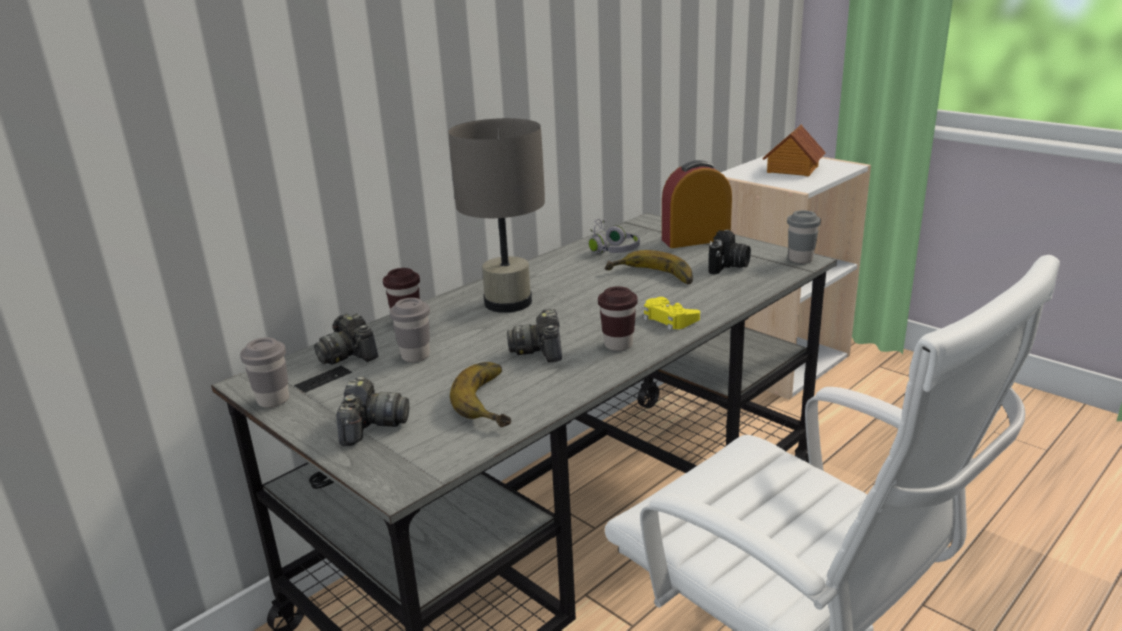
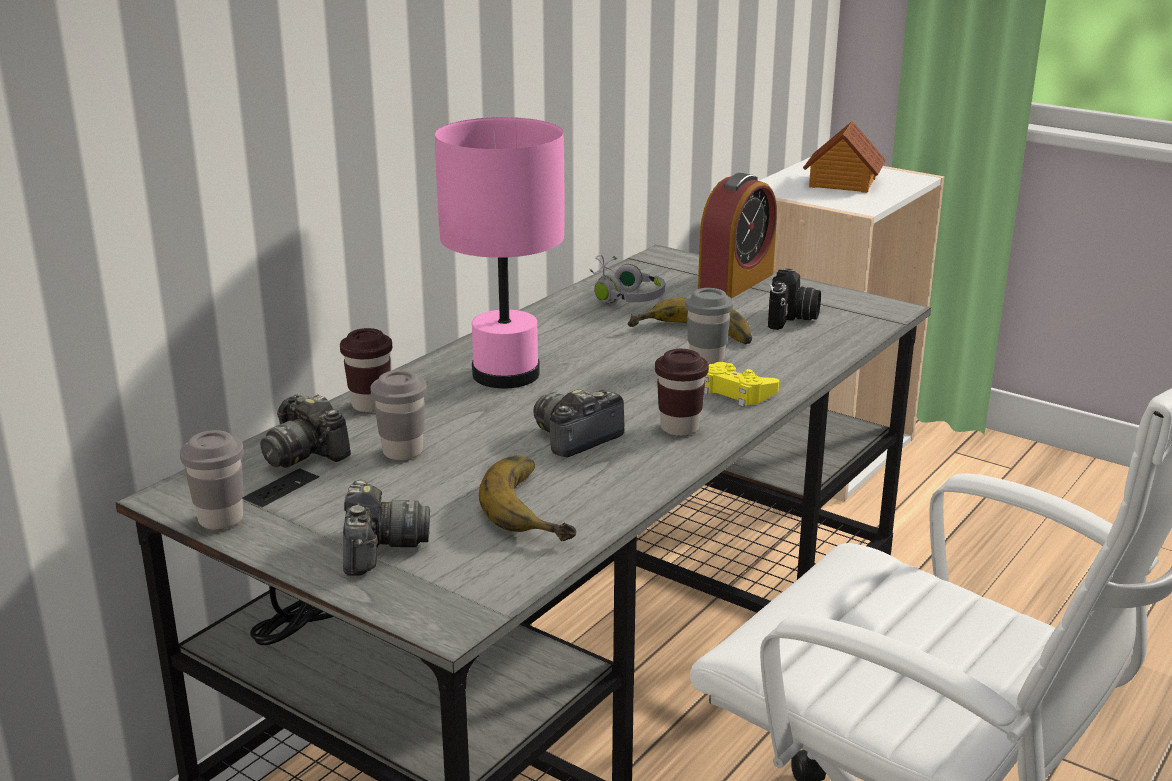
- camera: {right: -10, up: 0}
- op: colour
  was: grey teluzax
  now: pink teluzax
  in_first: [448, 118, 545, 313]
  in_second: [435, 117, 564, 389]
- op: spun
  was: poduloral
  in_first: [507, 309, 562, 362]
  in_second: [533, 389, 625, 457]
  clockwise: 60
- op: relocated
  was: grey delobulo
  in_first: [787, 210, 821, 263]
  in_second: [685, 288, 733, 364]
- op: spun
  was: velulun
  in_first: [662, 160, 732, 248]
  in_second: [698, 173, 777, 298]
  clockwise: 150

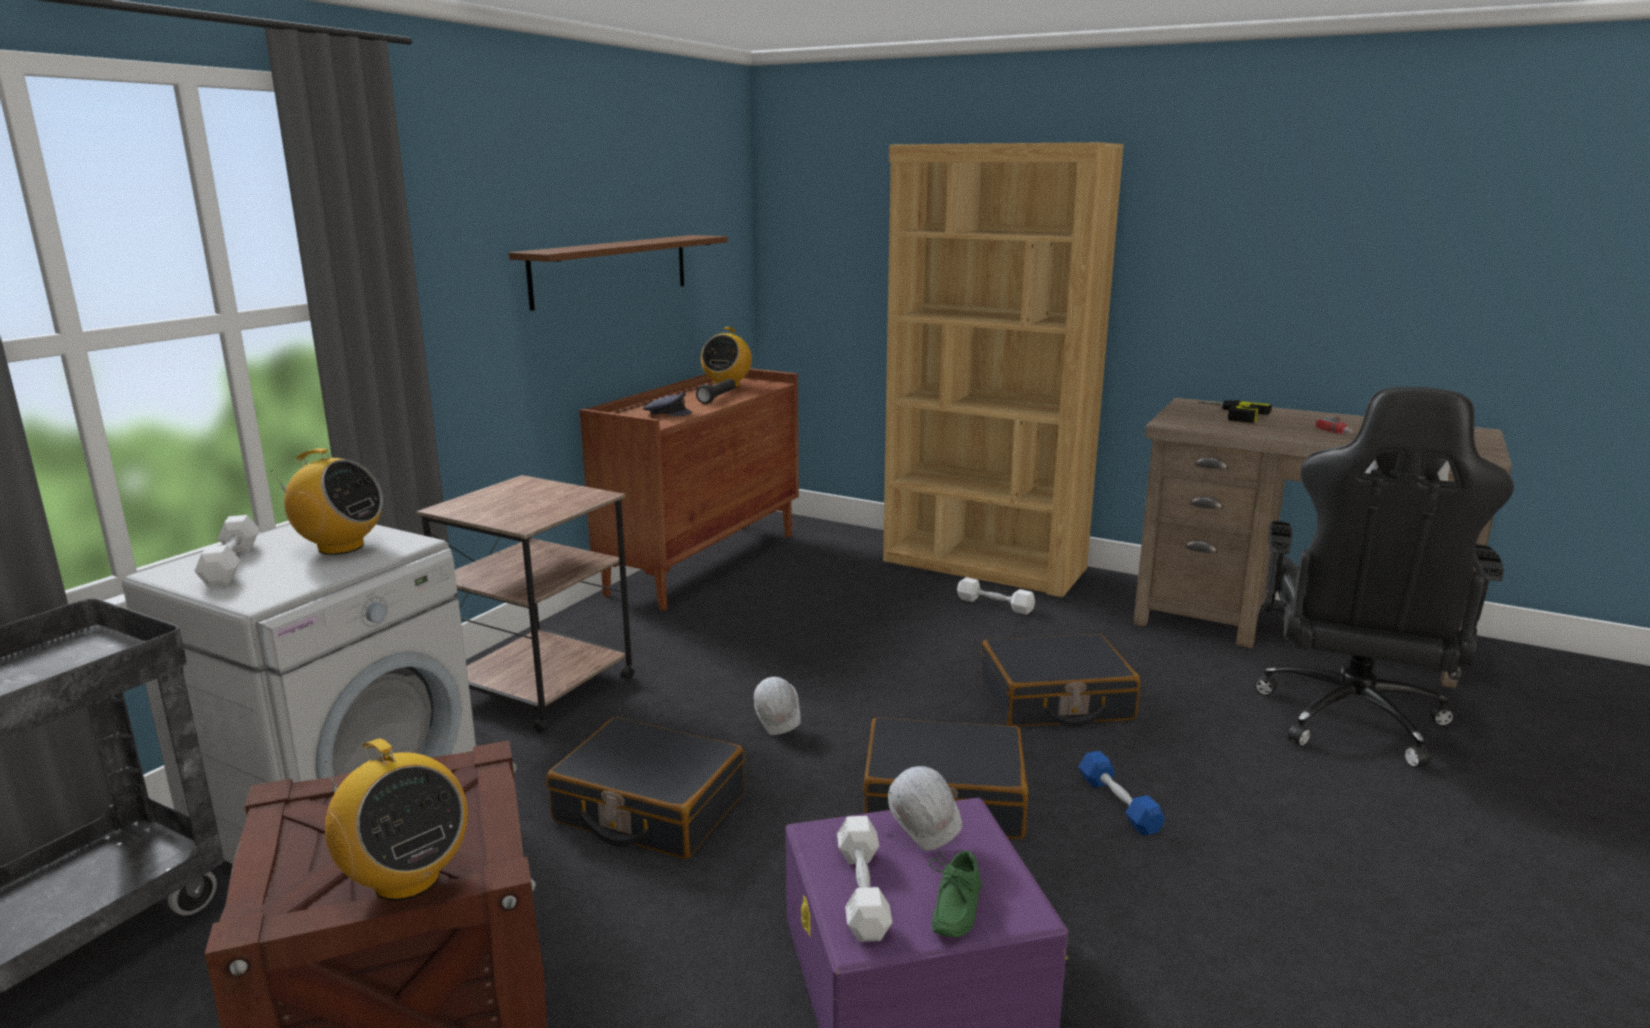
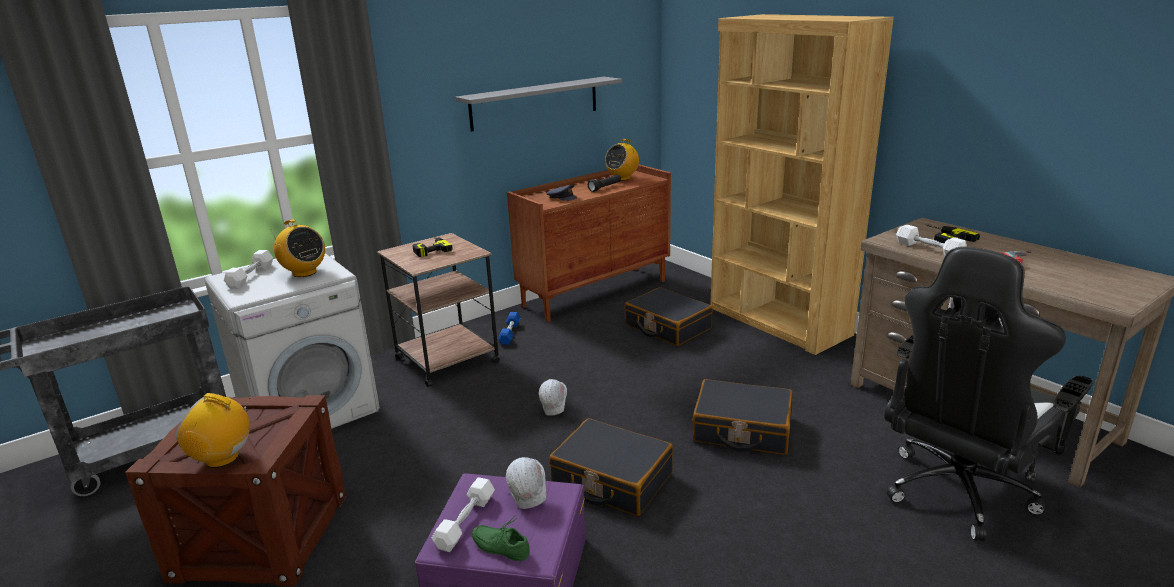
- camera: {right: 25, up: 5}
- op: spun
  was: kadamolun
  in_first: [325, 739, 468, 901]
  in_second: [176, 393, 251, 468]
  clockwise: 120
- op: appeared
  now: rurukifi
  in_second: [413, 235, 453, 257]
- op: colour
  was: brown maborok
  now: grey maborok
  in_first: [509, 235, 728, 311]
  in_second: [455, 77, 622, 132]
- op: spun
  was: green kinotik
  in_first: [929, 849, 983, 938]
  in_second: [472, 516, 530, 561]
  clockwise: 75
- op: relocated
  was: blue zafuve
  in_first: [1079, 751, 1165, 836]
  in_second: [498, 312, 521, 345]
- op: relocated
  was: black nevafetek
  in_first: [546, 717, 745, 859]
  in_second: [625, 287, 713, 346]
- op: relocated
  was: white zafuve
  in_first: [957, 577, 1035, 615]
  in_second: [896, 225, 967, 255]

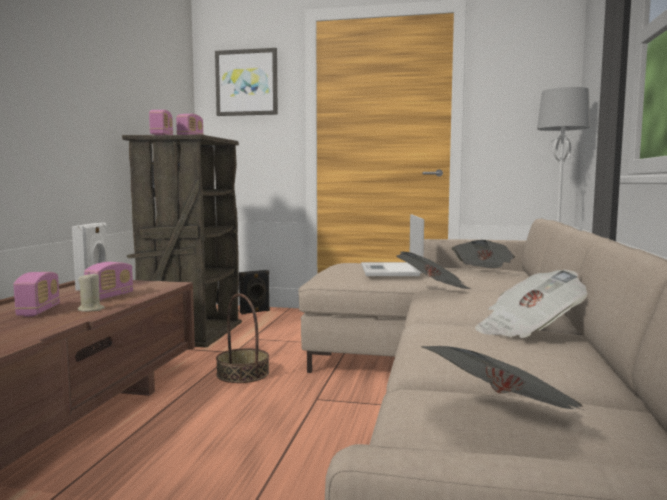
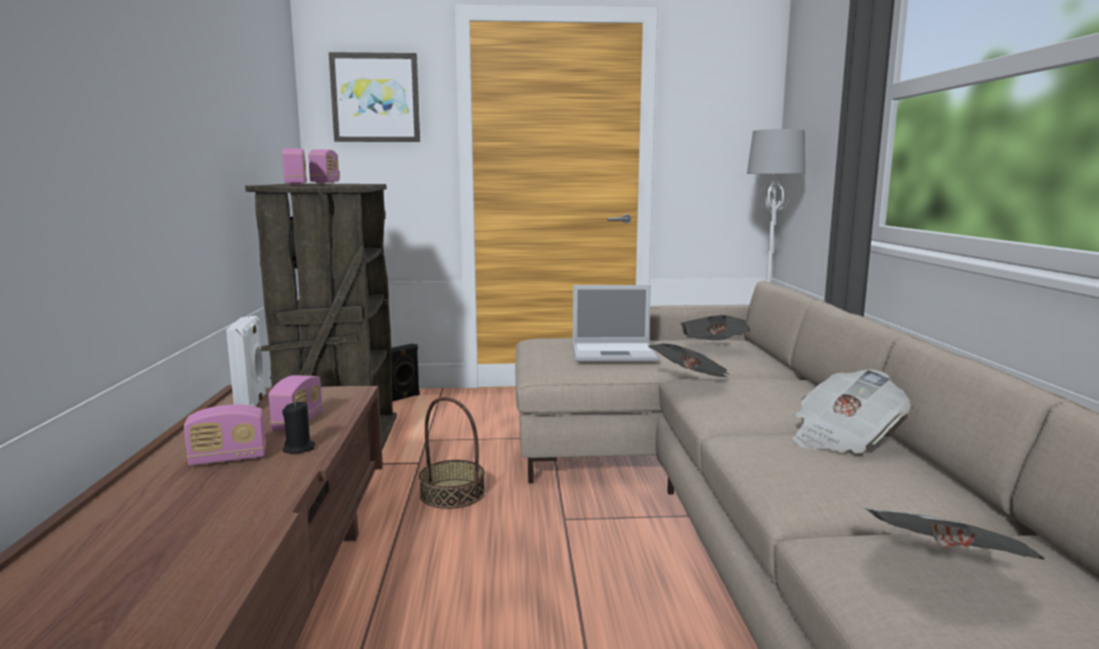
- camera: {right: -15, up: 5}
- op: spun
  was: kadamolun
  in_first: [13, 272, 60, 317]
  in_second: [184, 405, 266, 466]
  clockwise: 90
- op: colour
  was: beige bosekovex
  now: black bosekovex
  in_first: [78, 273, 105, 312]
  in_second: [282, 401, 315, 454]
- op: spun
  was: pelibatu
  in_first: [361, 214, 424, 276]
  in_second: [573, 285, 658, 361]
  clockwise: -75

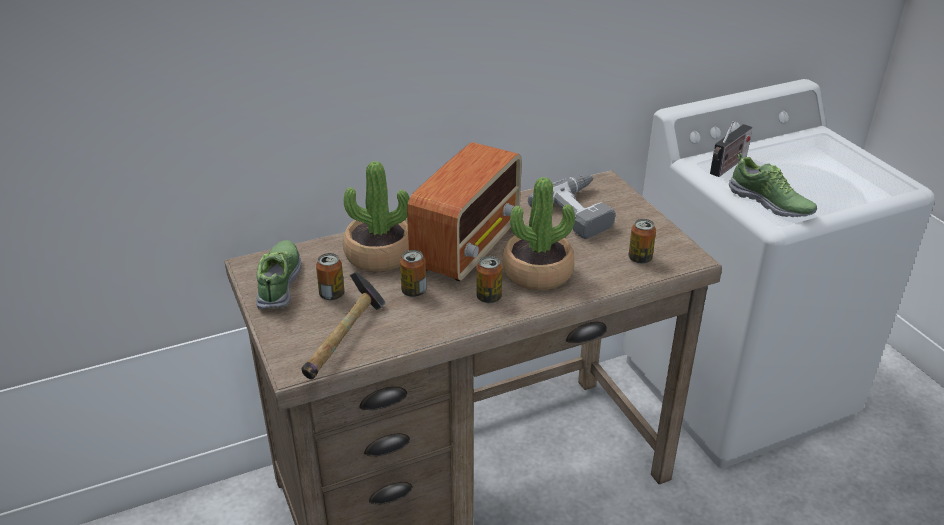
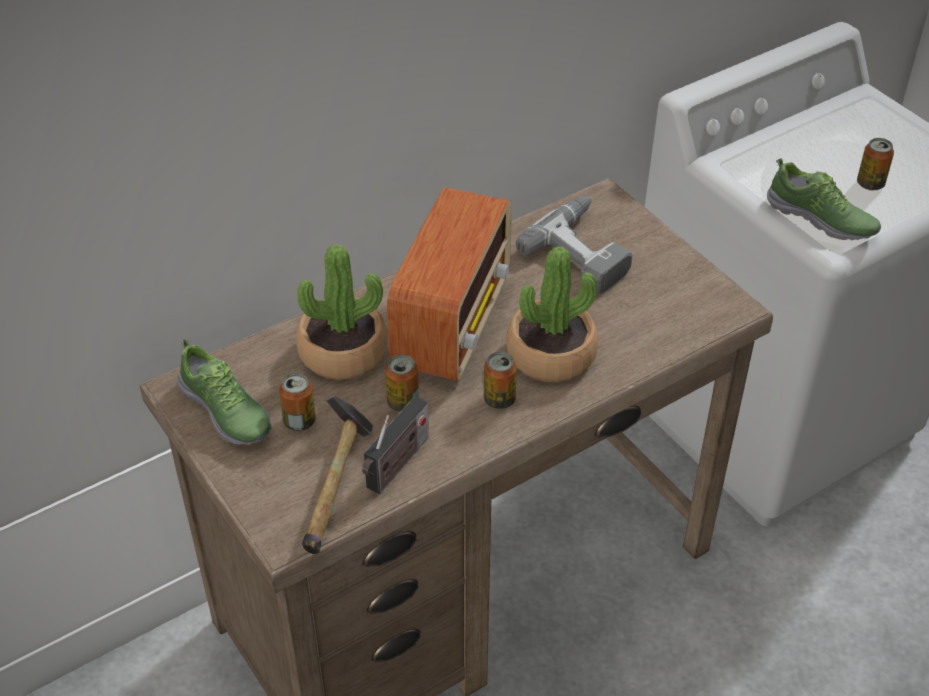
- camera: {right: -10, up: 10}
- op: spun
  was: kinotik
  in_first: [256, 240, 301, 309]
  in_second: [177, 339, 272, 445]
  clockwise: 150
- op: relocated
  was: kadamolun
  in_first: [710, 121, 753, 177]
  in_second: [362, 396, 429, 494]
- op: relocated
  was: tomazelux
  in_first: [628, 219, 656, 264]
  in_second: [857, 138, 894, 190]

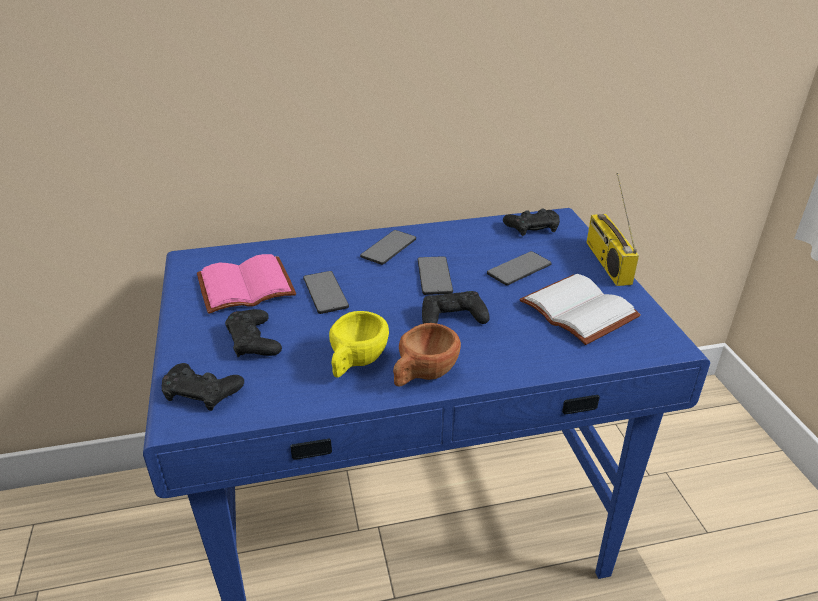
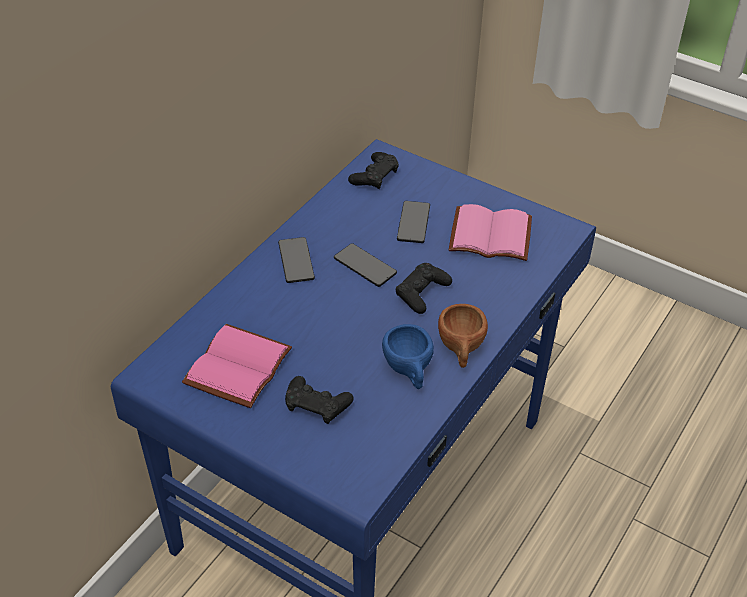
- camera: {right: -45, up: 10}
- op: colour
  was: yellow delobulo
  now: blue delobulo
  in_first: [329, 311, 389, 378]
  in_second: [382, 324, 434, 389]
- op: colour
  was: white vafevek
  now: pink vafevek
  in_first: [519, 274, 641, 345]
  in_second: [449, 204, 532, 261]
- op: missing
  was: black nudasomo
  in_first: [162, 363, 244, 411]
- op: missing
  was: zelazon
  in_first: [303, 271, 349, 314]
- op: missing
  was: kadamolun
  in_first: [586, 173, 639, 286]

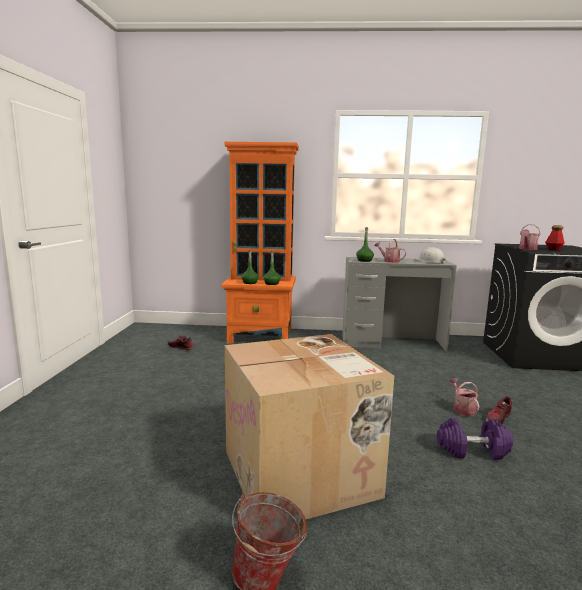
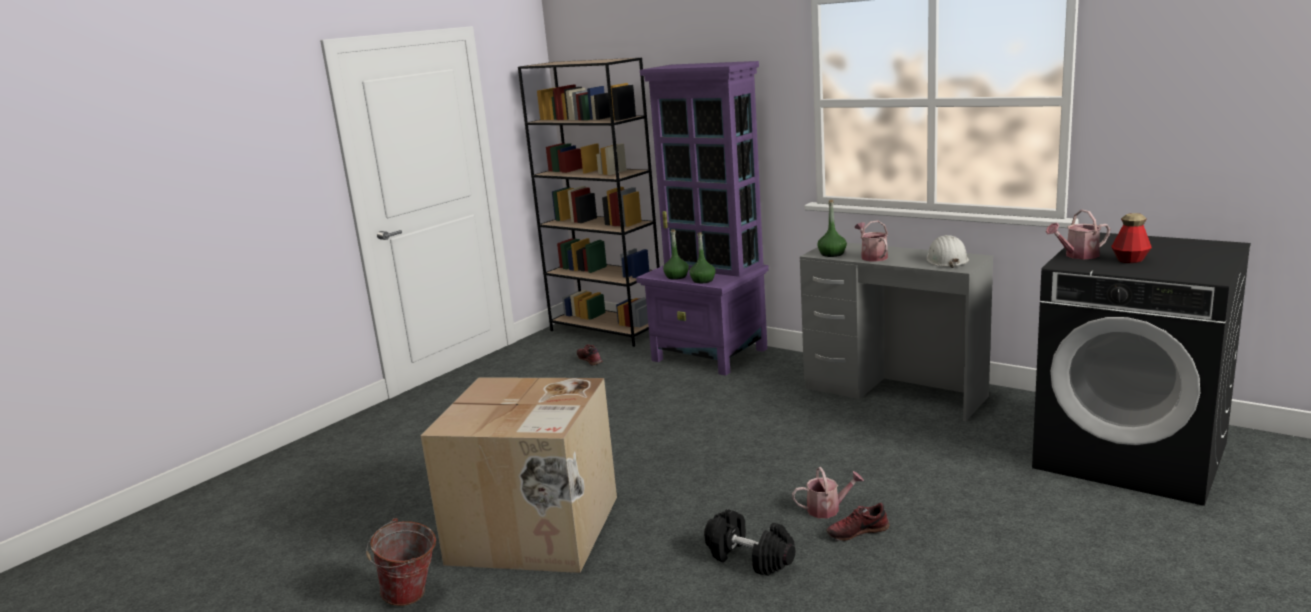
- camera: {right: 35, up: 5}
- op: appeared
  now: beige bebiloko
  in_second: [518, 58, 660, 347]
- op: colour
  was: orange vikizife
  now: purple vikizife
  in_first: [221, 142, 299, 344]
  in_second: [636, 61, 769, 376]
- op: colour
  was: purple zafuve
  now: black zafuve
  in_first: [437, 418, 513, 460]
  in_second: [704, 509, 796, 576]
- op: spun
  was: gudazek
  in_first: [449, 378, 479, 416]
  in_second: [792, 467, 864, 518]
  clockwise: 60

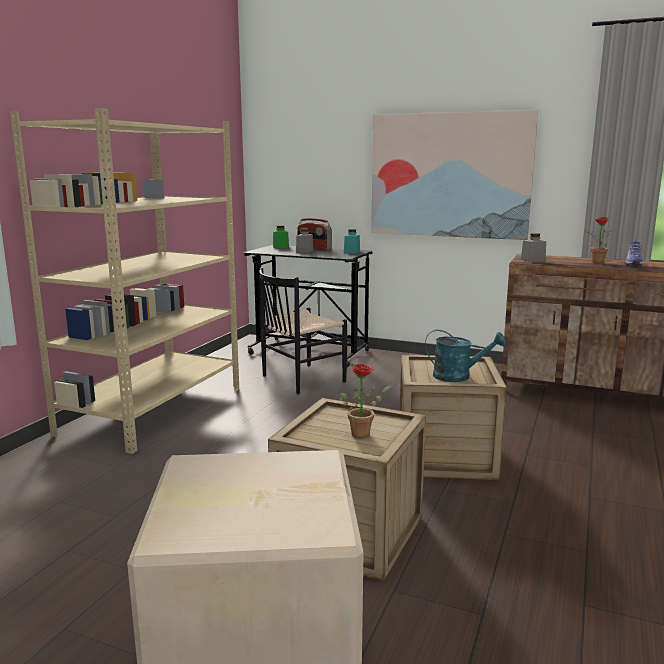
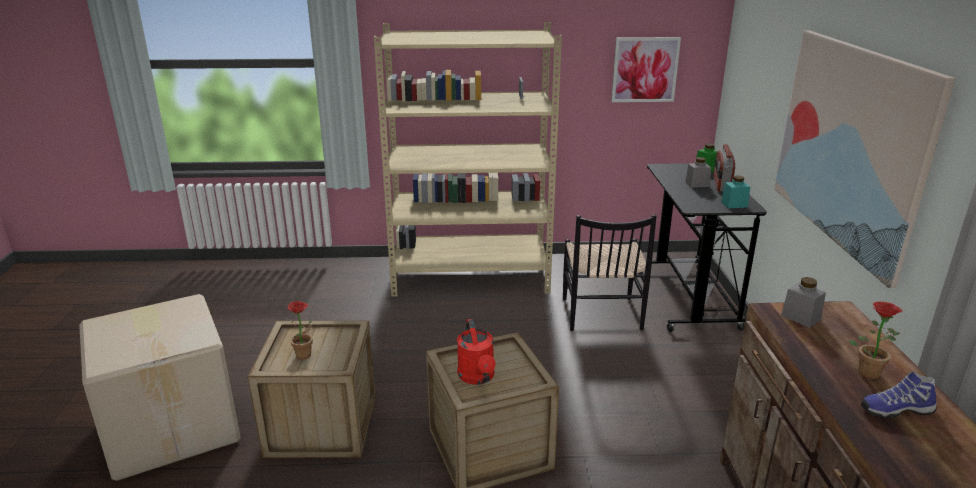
- camera: {right: 65, up: 10}
- op: colour
  was: turquoise gudazek
  now: red gudazek
  in_first: [425, 329, 507, 382]
  in_second: [457, 319, 496, 385]
- op: spun
  was: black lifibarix
  in_first: [259, 268, 347, 394]
  in_second: [563, 215, 656, 331]
  clockwise: -120
- op: appeared
  now: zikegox
  in_second: [611, 37, 681, 102]

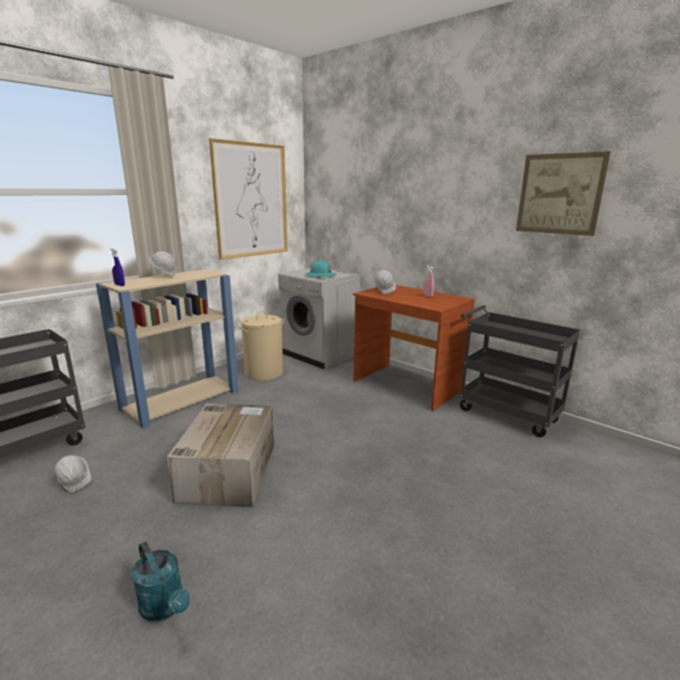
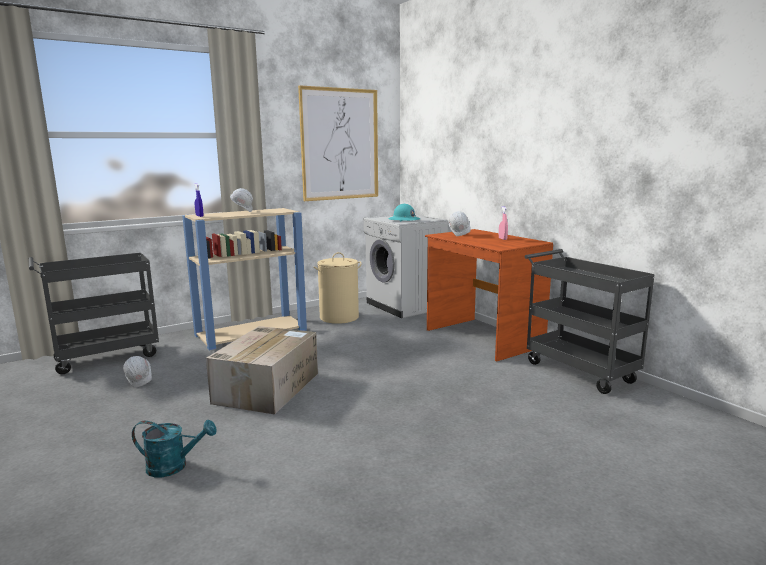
- camera: {right: 15, up: -5}
- op: spun
  was: turquoise gudazek
  in_first: [132, 541, 190, 622]
  in_second: [132, 420, 217, 477]
  clockwise: -60
- op: missing
  was: zikegox
  in_first: [516, 151, 611, 236]

